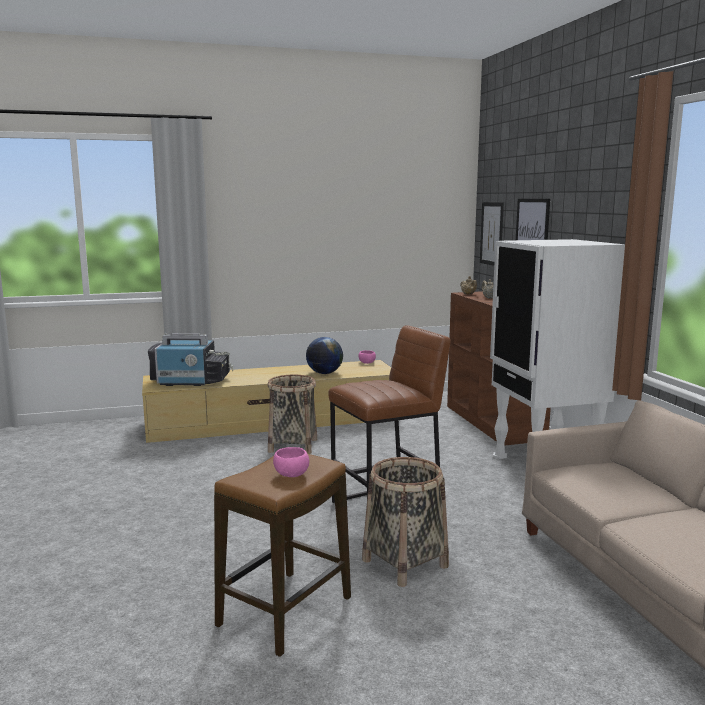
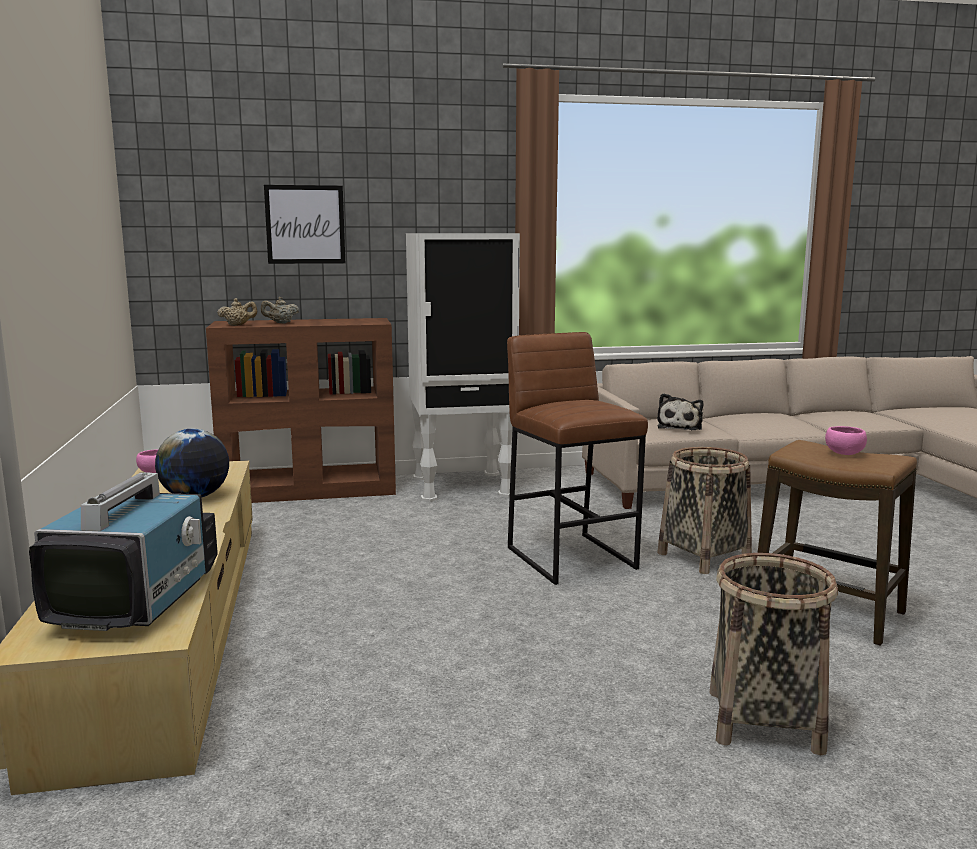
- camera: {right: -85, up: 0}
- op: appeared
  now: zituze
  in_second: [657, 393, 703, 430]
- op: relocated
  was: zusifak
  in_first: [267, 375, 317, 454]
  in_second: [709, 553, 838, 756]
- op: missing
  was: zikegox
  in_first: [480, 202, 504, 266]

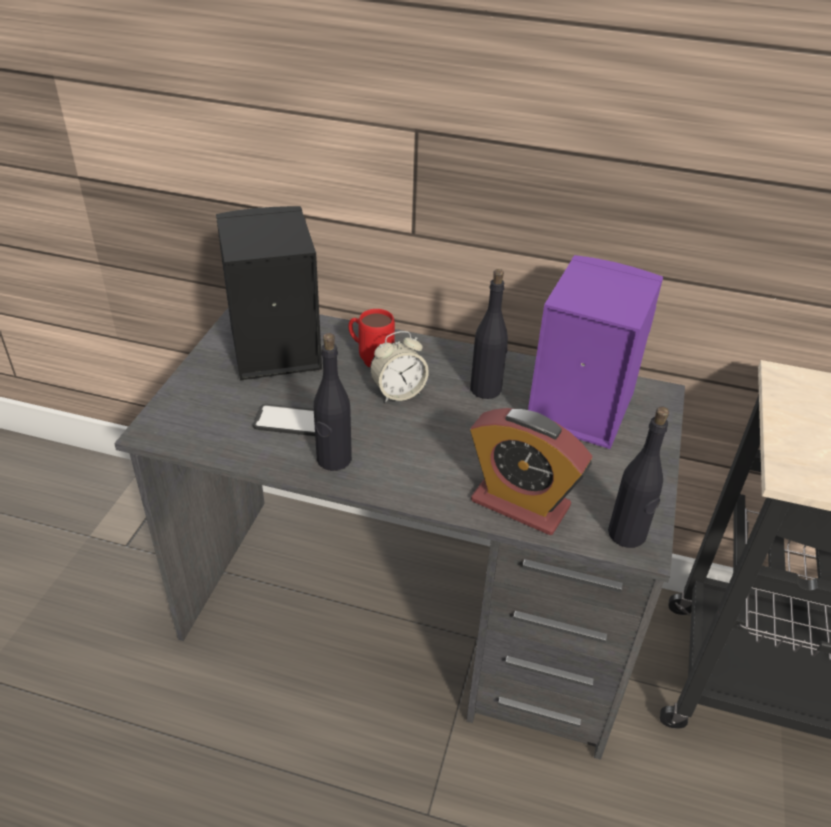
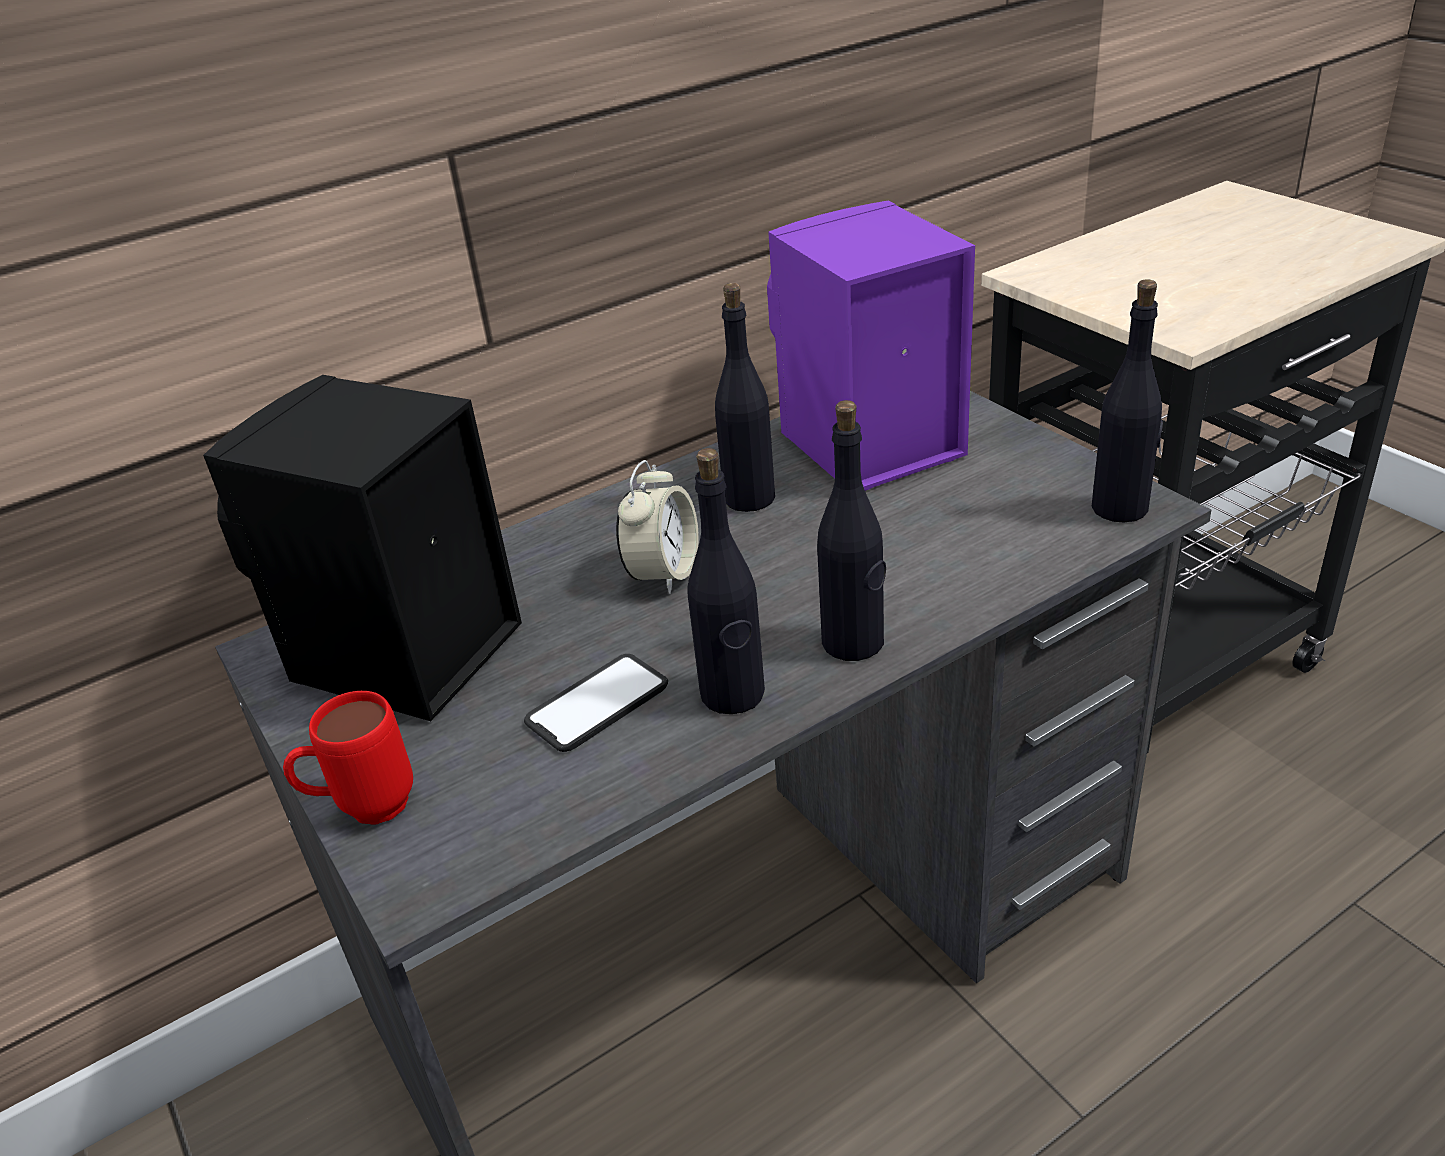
- camera: {right: -45, up: -5}
- op: relocated
  was: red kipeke
  in_first: [348, 309, 395, 367]
  in_second: [283, 691, 413, 825]
- op: appeared
  now: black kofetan
  in_second: [817, 400, 886, 661]
- op: missing
  was: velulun
  in_first: [470, 408, 592, 535]

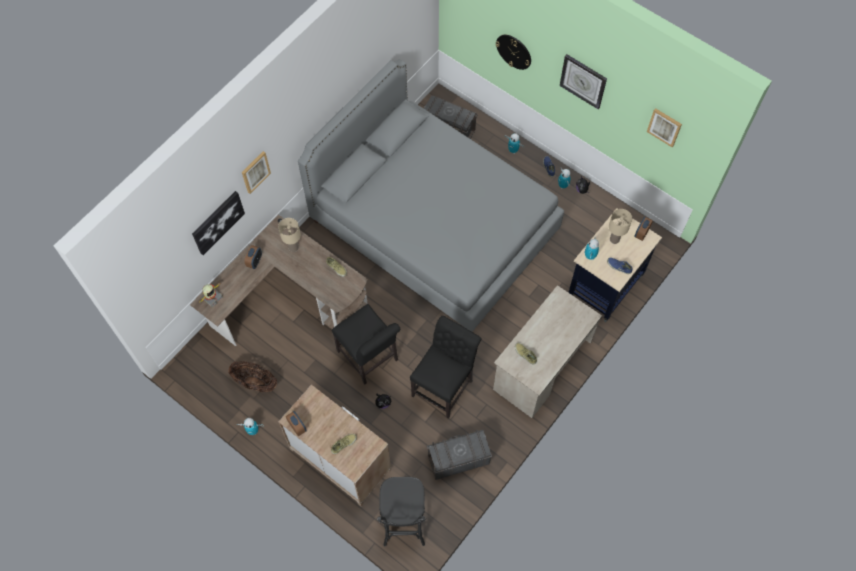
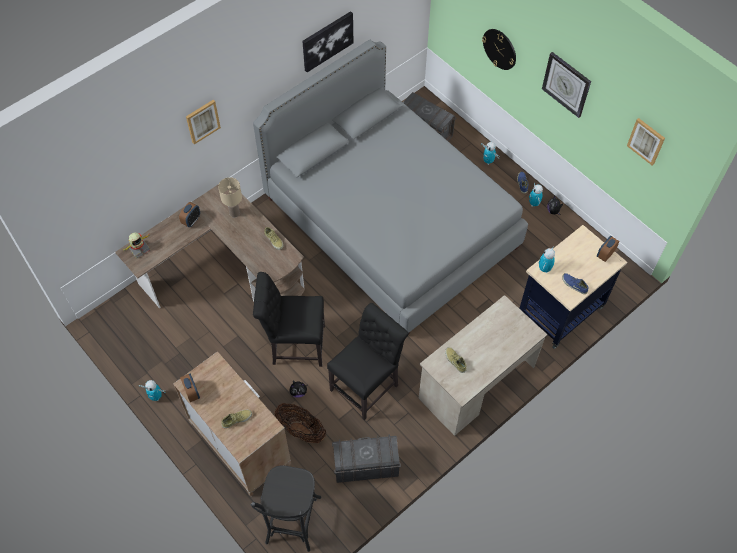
- camera: {right: 10, up: -5}
- op: spun
  was: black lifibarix
  in_first: [332, 304, 401, 384]
  in_second: [253, 272, 325, 367]
  clockwise: 120
- op: relocated
  was: zusifak
  in_first: [228, 361, 277, 392]
  in_second: [274, 403, 326, 443]
- op: relocated
  was: zikegox
  in_first: [192, 191, 245, 255]
  in_second: [302, 11, 353, 72]
- op: missing
  was: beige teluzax
  in_first: [609, 209, 632, 244]

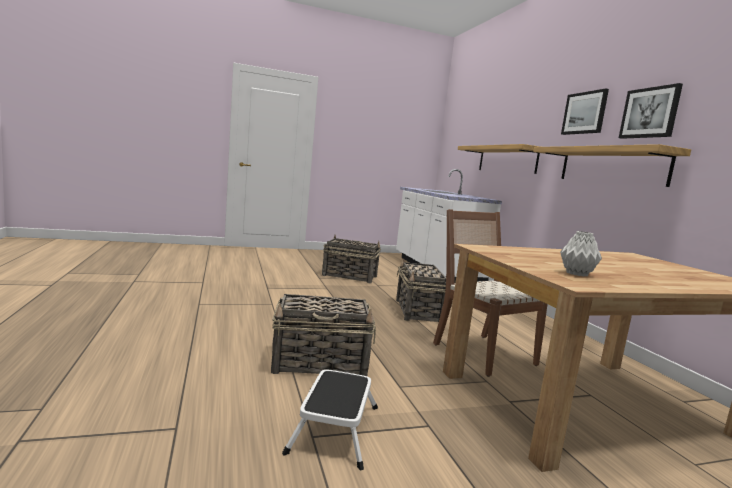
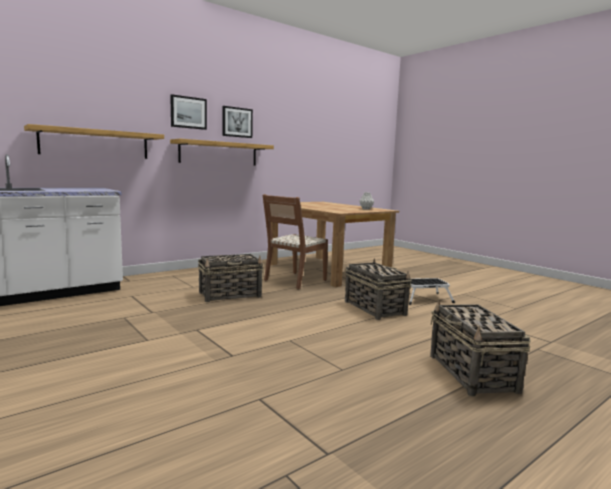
- camera: {right: -110, up: 0}
- op: relocated
  was: zusifak
  in_first: [322, 235, 381, 283]
  in_second: [430, 300, 531, 396]

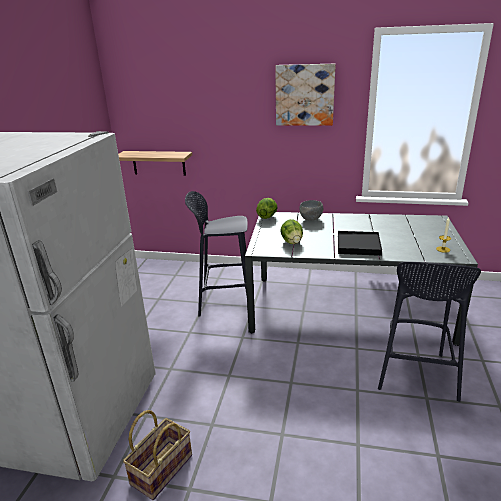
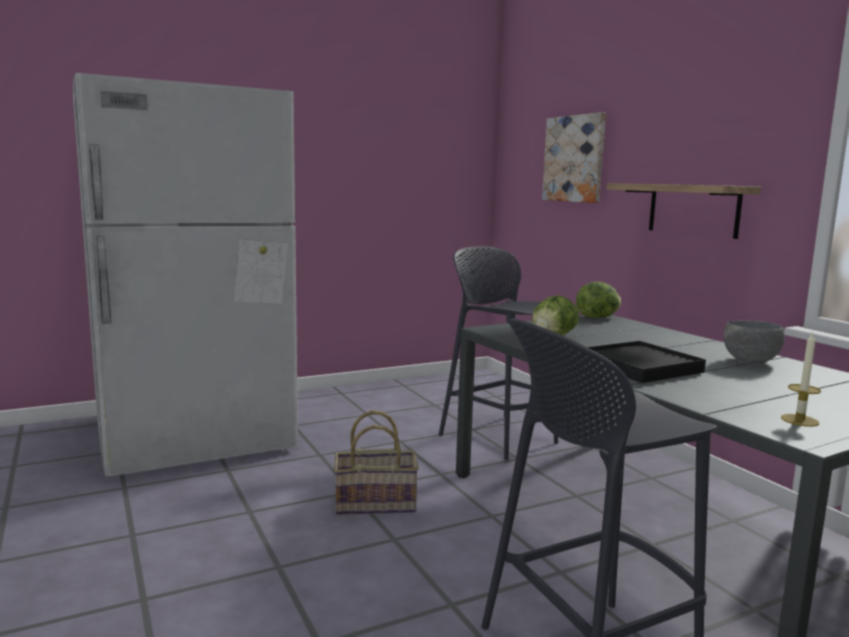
- camera: {right: 50, up: -15}
- op: relocated
  was: zusifak
  in_first: [123, 410, 192, 500]
  in_second: [334, 410, 419, 515]
- op: relocated
  was: zikegox
  in_first: [275, 64, 336, 126]
  in_second: [542, 112, 606, 203]
- op: relocated
  was: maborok
  in_first: [118, 151, 192, 176]
  in_second: [607, 183, 761, 239]
- op: relocated
  was: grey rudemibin
  in_first: [300, 200, 323, 221]
  in_second: [724, 320, 785, 363]

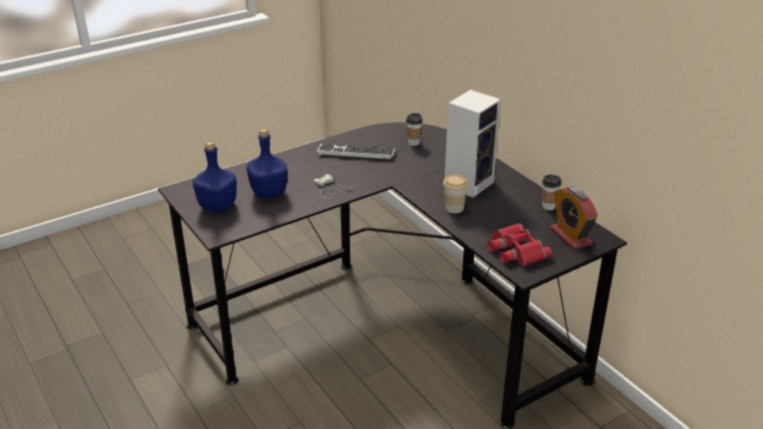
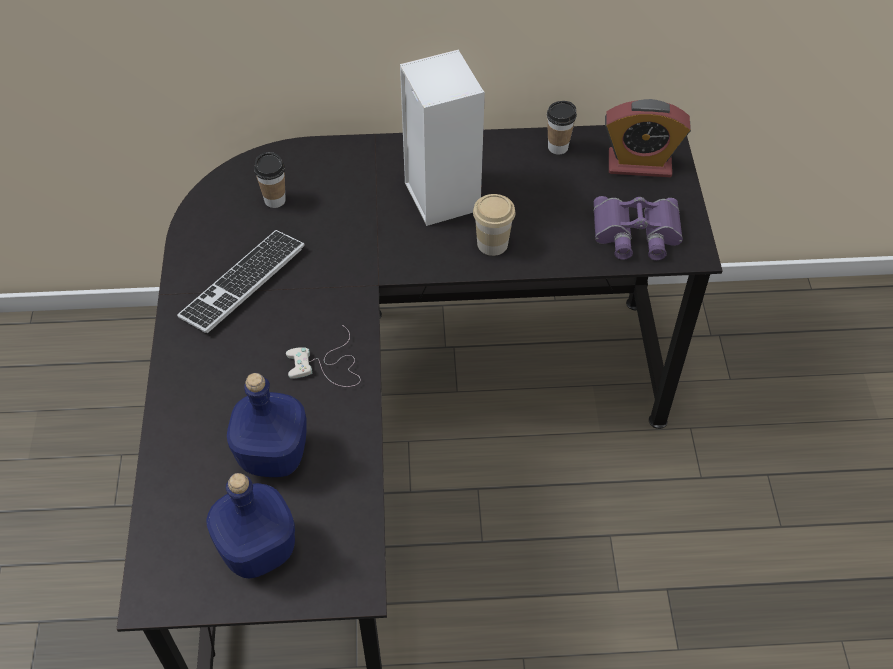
- camera: {right: -60, up: 20}
- op: colour
  was: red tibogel
  now: purple tibogel
  in_first: [487, 223, 552, 267]
  in_second: [594, 196, 683, 260]

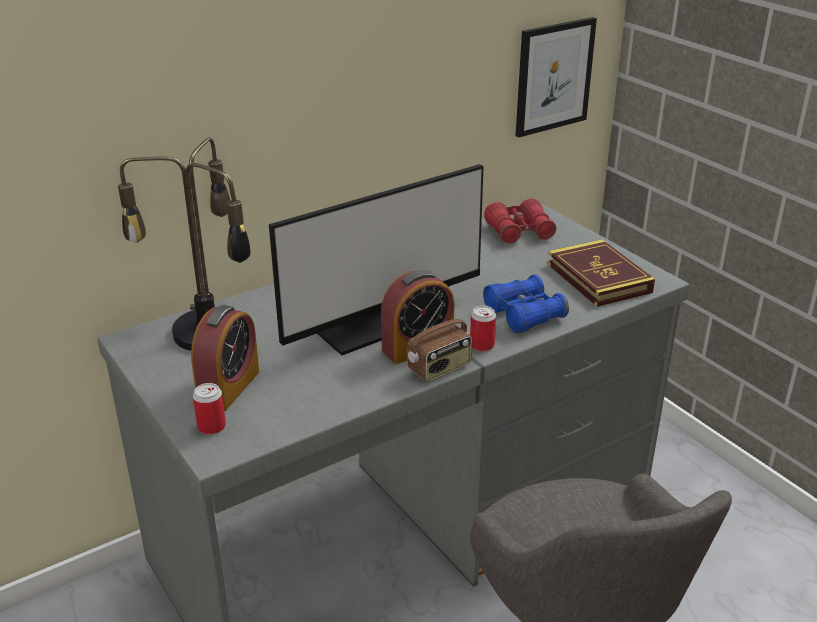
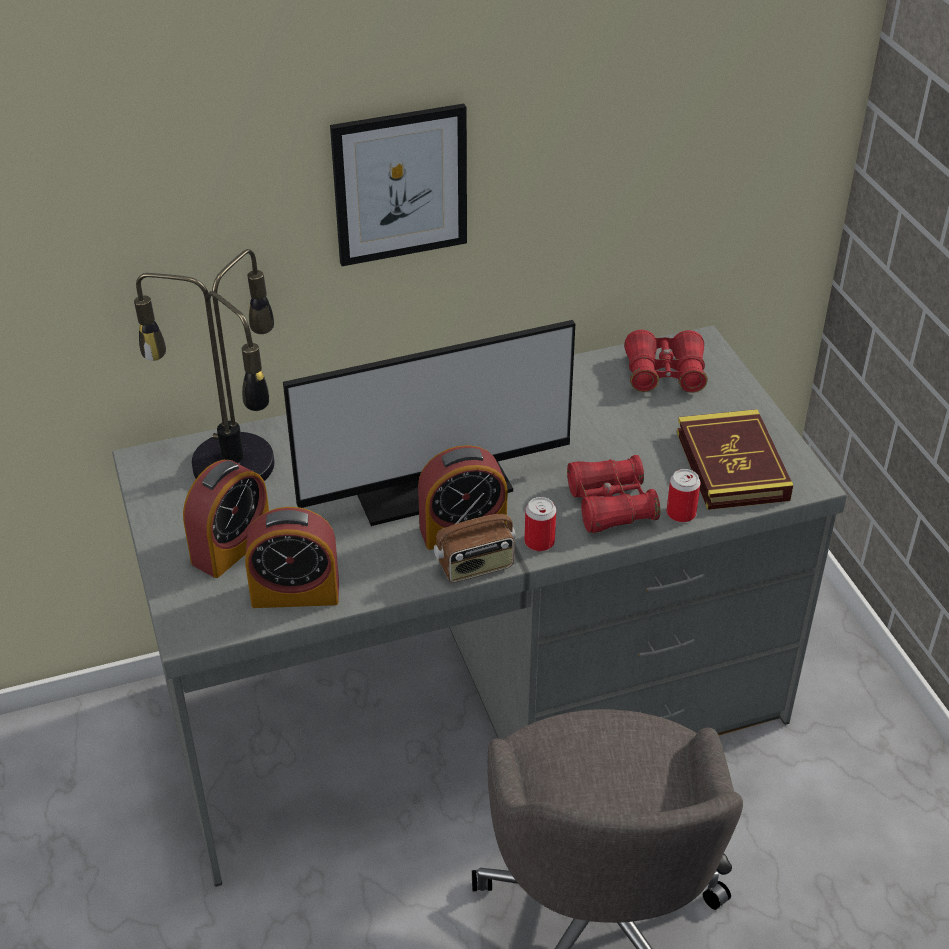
- camera: {right: 15, up: 10}
- op: appeared
  now: velulun
  in_second: [245, 507, 339, 608]
- op: relocated
  was: zikegox
  in_first: [516, 17, 597, 137]
  in_second: [330, 104, 467, 266]
- op: colour
  was: blue tibogel
  now: red tibogel
  in_first: [483, 275, 569, 333]
  in_second: [567, 455, 660, 533]
- op: relocated
  was: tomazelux
  in_first: [193, 383, 226, 435]
  in_second: [667, 469, 701, 522]

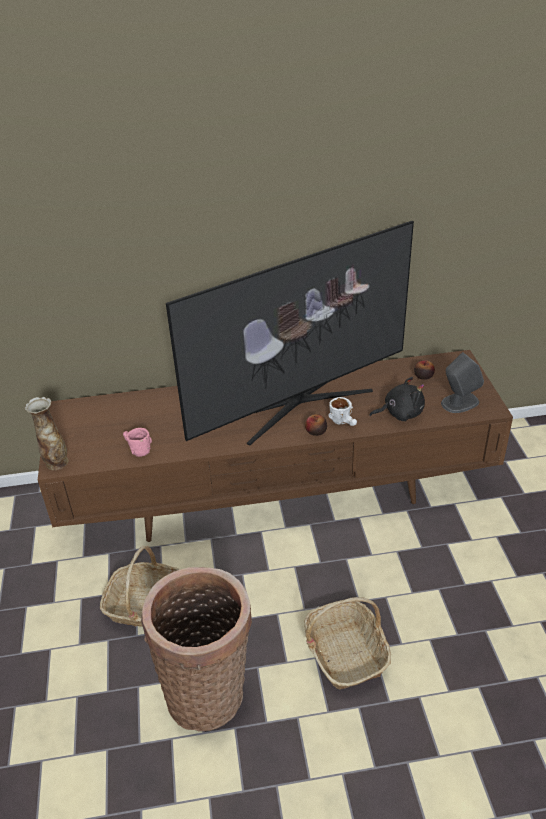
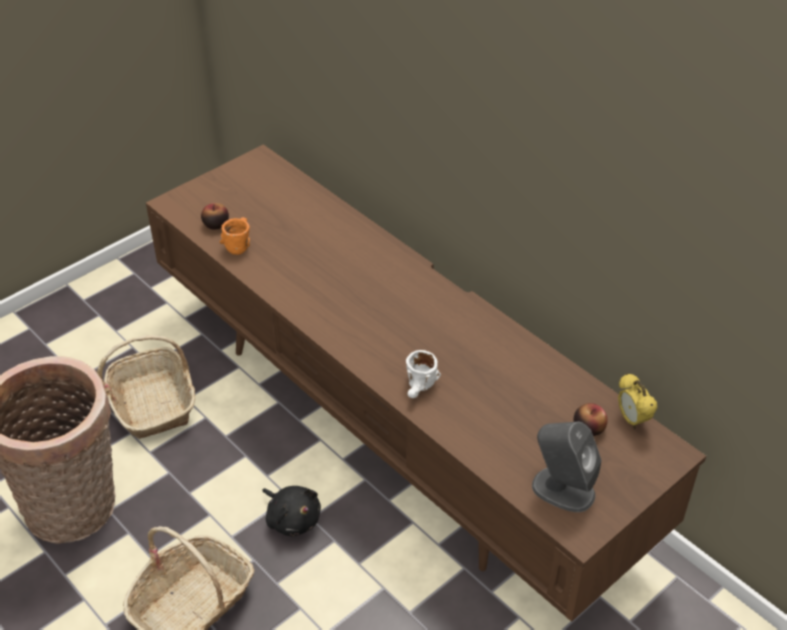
- camera: {right: 55, up: 5}
- op: relocated
  was: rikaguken
  in_first: [305, 414, 327, 436]
  in_second: [201, 203, 229, 230]
- op: colour
  was: pink kipeke
  now: orange kipeke
  in_first: [123, 428, 152, 457]
  in_second: [220, 217, 250, 255]
- op: relocated
  was: black zituze
  in_first: [369, 377, 425, 421]
  in_second: [263, 486, 321, 537]
- op: appeared
  now: velulun
  in_second: [618, 373, 657, 429]
- op: missing
  was: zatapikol
  in_first: [24, 397, 68, 470]
- op: missing
  was: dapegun
  in_first: [166, 221, 414, 445]

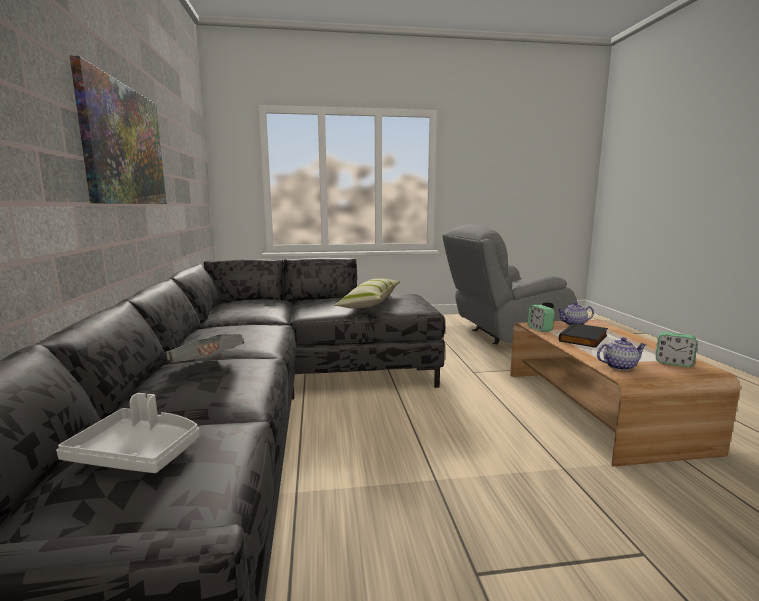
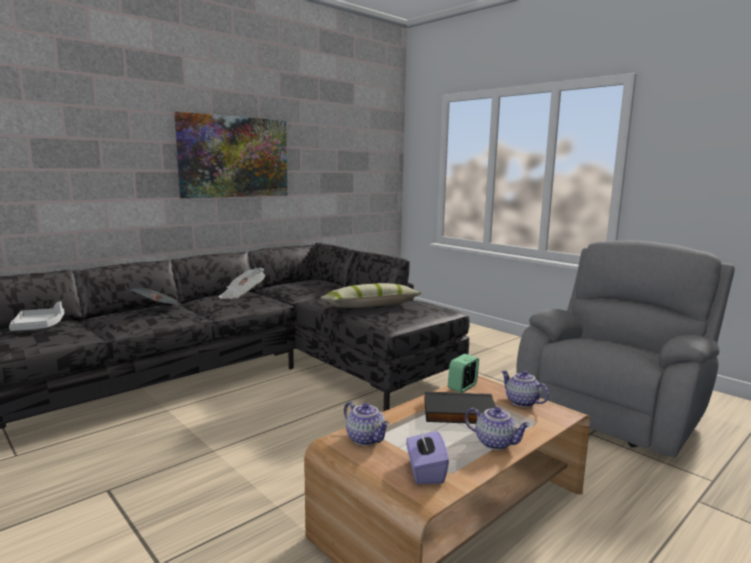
- camera: {right: 55, up: 0}
- op: appeared
  now: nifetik
  in_second: [219, 268, 265, 299]
- op: exchanged
  was: velulun
  now: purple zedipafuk
  in_first: [655, 332, 698, 367]
  in_second: [406, 426, 449, 484]
- op: appeared
  now: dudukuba
  in_second: [465, 407, 531, 450]
- op: spun
  was: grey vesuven
  in_first: [442, 224, 577, 344]
  in_second: [516, 240, 735, 458]
  clockwise: 90

